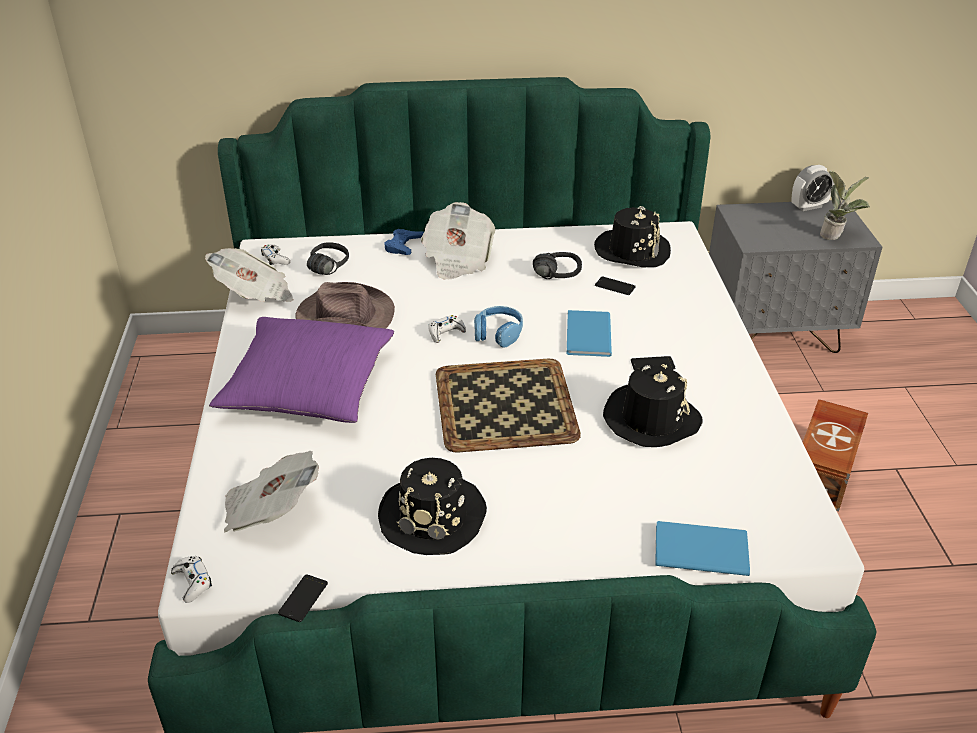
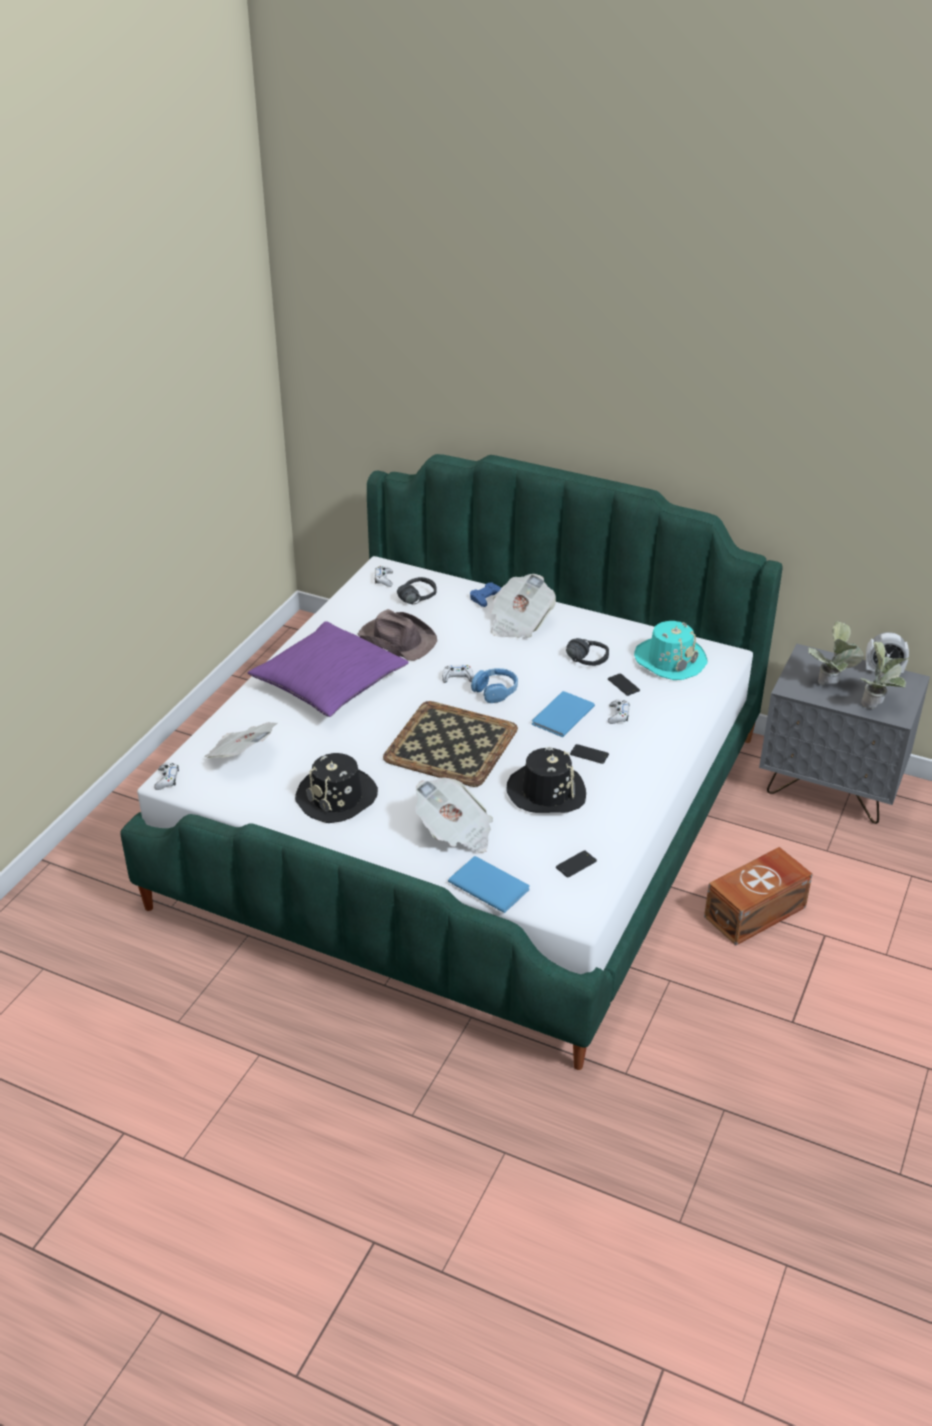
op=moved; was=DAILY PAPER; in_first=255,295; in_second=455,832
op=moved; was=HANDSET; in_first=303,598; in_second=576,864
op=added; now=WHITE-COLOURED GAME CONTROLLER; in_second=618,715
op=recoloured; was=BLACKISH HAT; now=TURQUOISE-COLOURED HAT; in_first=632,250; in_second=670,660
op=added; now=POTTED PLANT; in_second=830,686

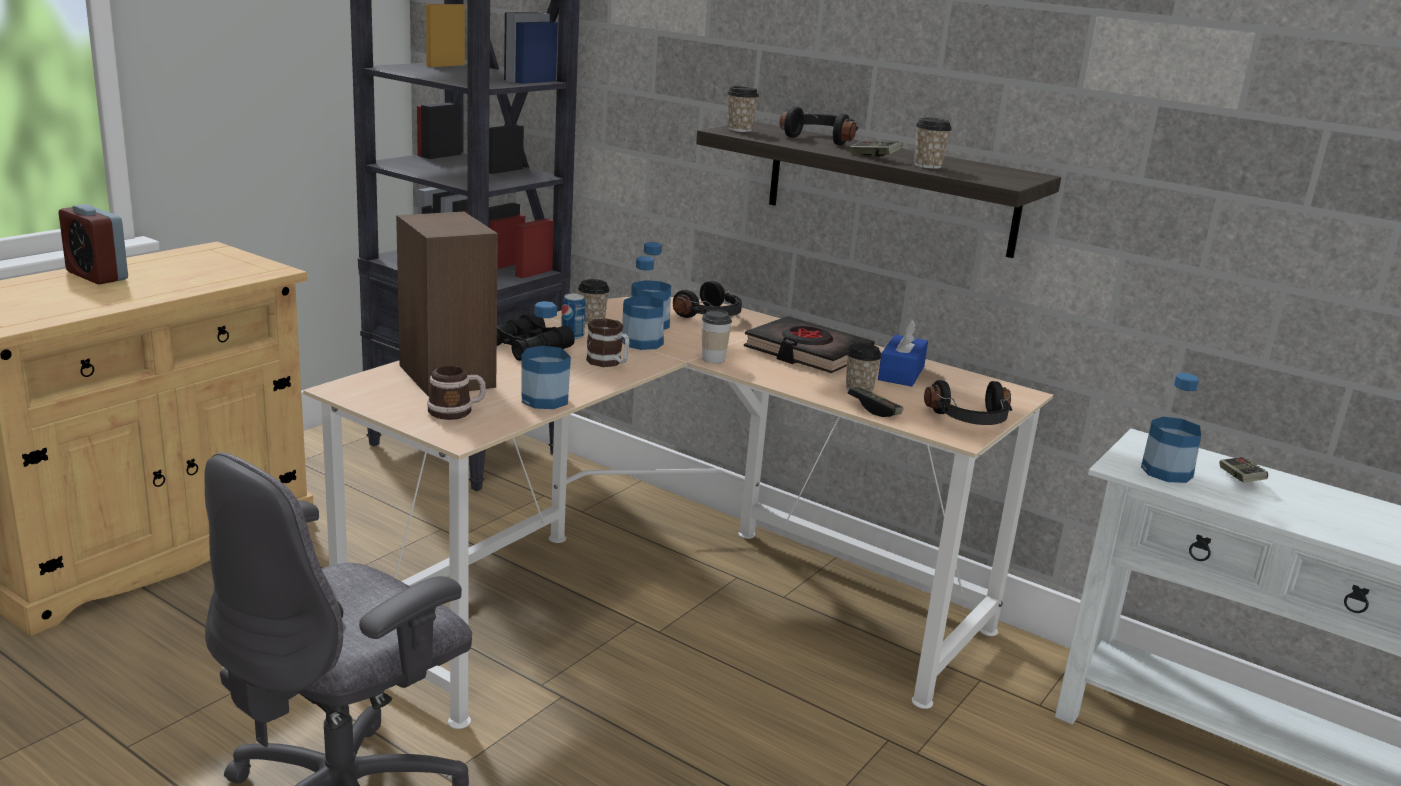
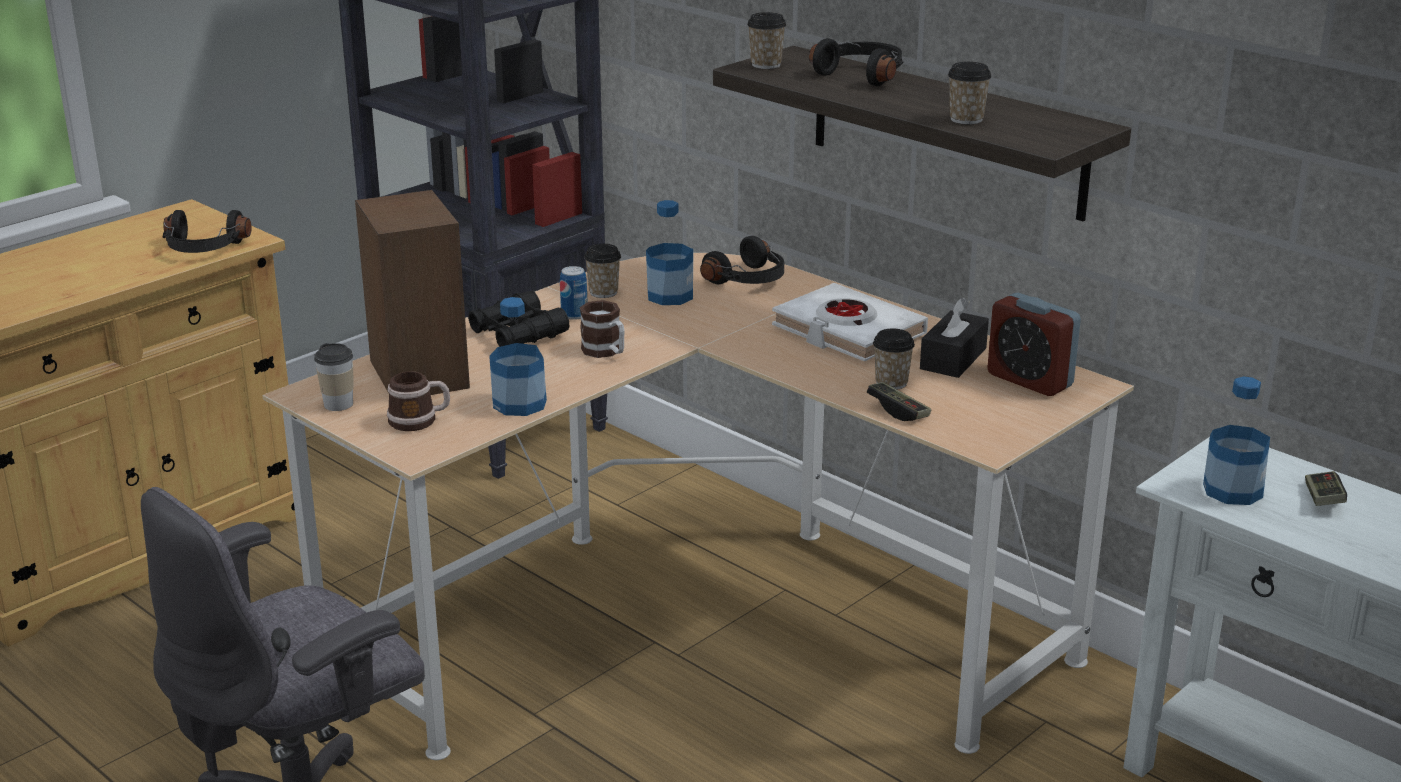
op=moved; was=BLACKISH HEADSET; in_first=971,420; in_second=204,249
op=moved; was=CUP; in_first=713,359; in_second=338,404
op=recoloured; was=BLACKISH VOLUME; now=WHITE-COLOURED VOLUME; in_first=807,353; in_second=848,331
op=recoloured; was=BLUE TISSUE BOX; now=BLACKISH TISSUE BOX; in_first=901,373; in_second=953,359
op=moved; was=ALARM CLOCK; in_first=97,276; in_second=1029,380
op=removed; was=BEVERAGE BOTTLE; in_first=642,342
op=removed; was=GAME CONTROLLER; in_first=874,157

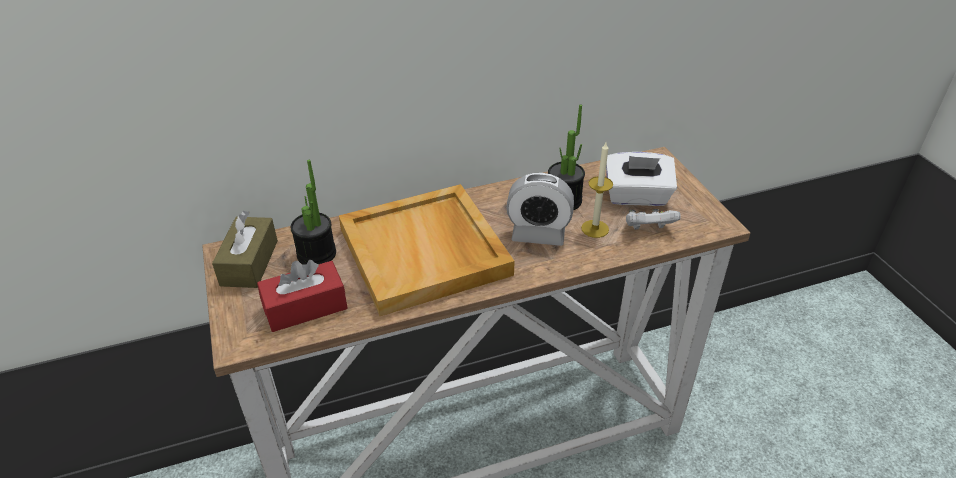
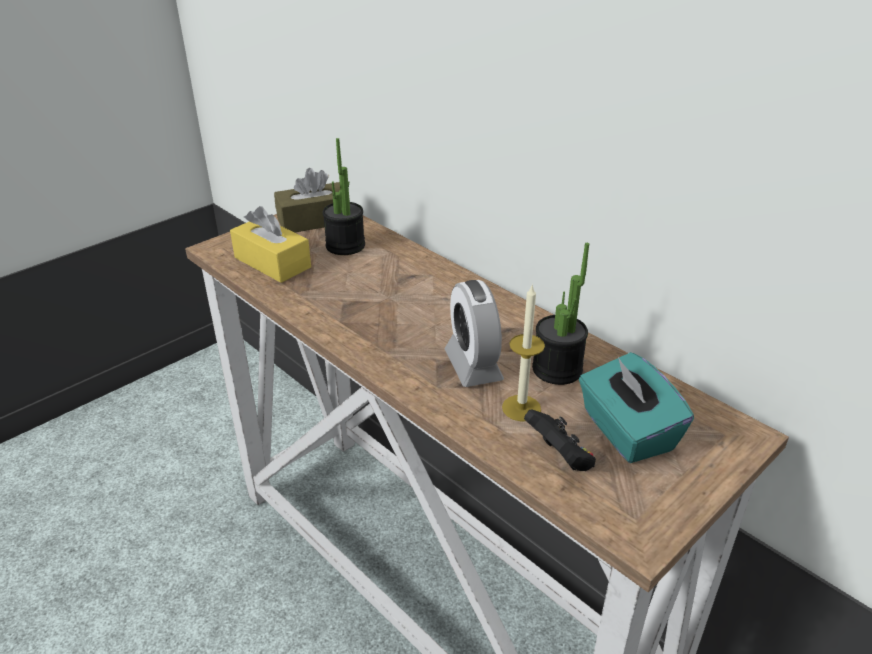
op=recoloured; was=REDDISH TISSUE BOX; now=YELLOW TISSUE BOX; in_first=305,307; in_second=272,262
op=recoloured; was=WHITE-COLOURED GAME CONTROLLER; now=BLACKISH GAME CONTROLLER; in_first=648,229; in_second=560,458
op=recoloured; was=WHITE-COLOURED TISSUE BOX; now=TURQUOISE-COLOURED TISSUE BOX; in_first=636,196; in_second=626,431
op=removed; was=BEIGE TRAY; in_first=426,252

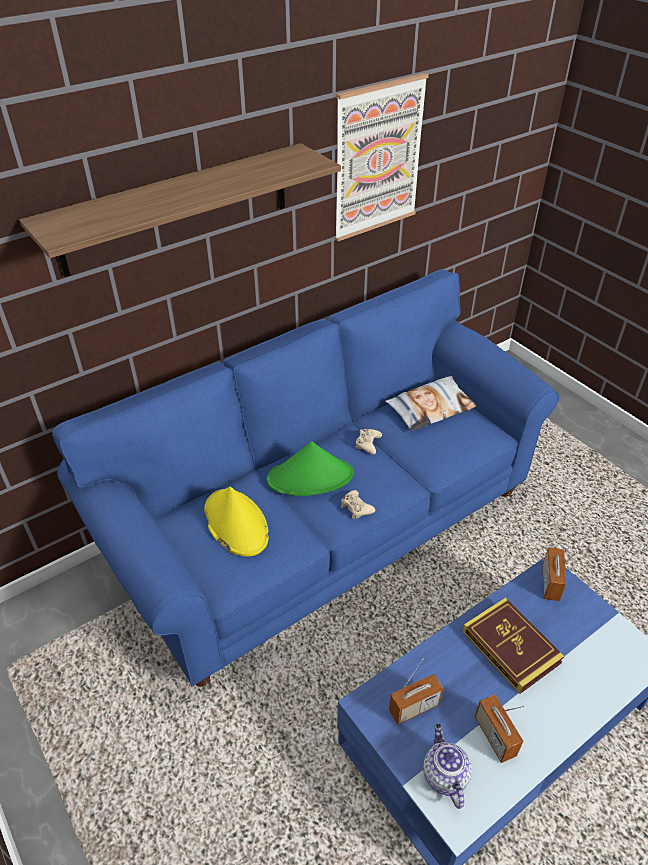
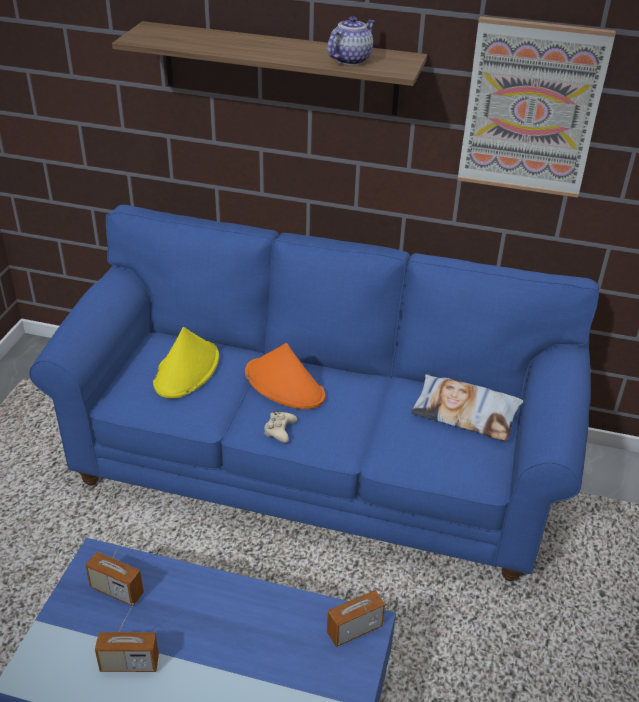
op=turned; was=RADIO SET; in_first=494,736; in_second=129,664; clockwise=-120
op=recoloured; was=GREENISH HAT; now=ORANGEY HAT; in_first=310,477; in_second=285,385
op=moved; was=POT FOR TEA; in_first=444,774; in_second=350,60
op=removed; was=BEIGE GAME CONTROLLER; in_first=367,444
op=removed; was=VOLUME; in_first=510,647

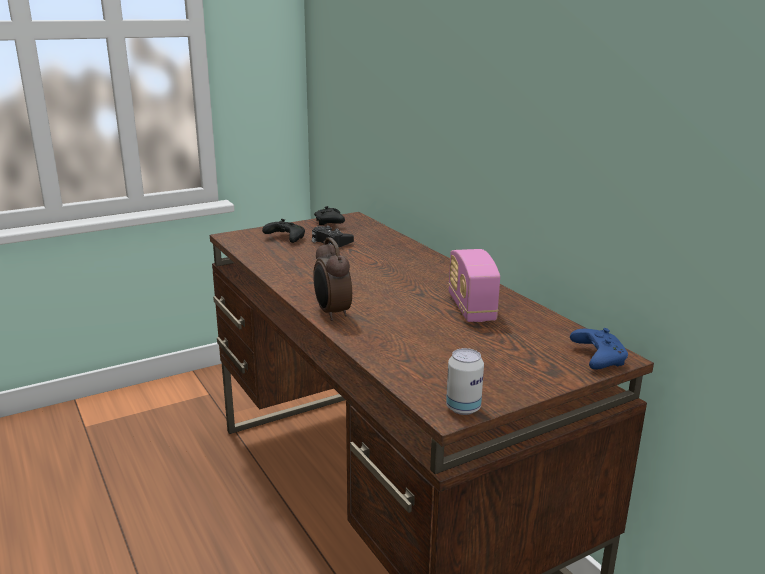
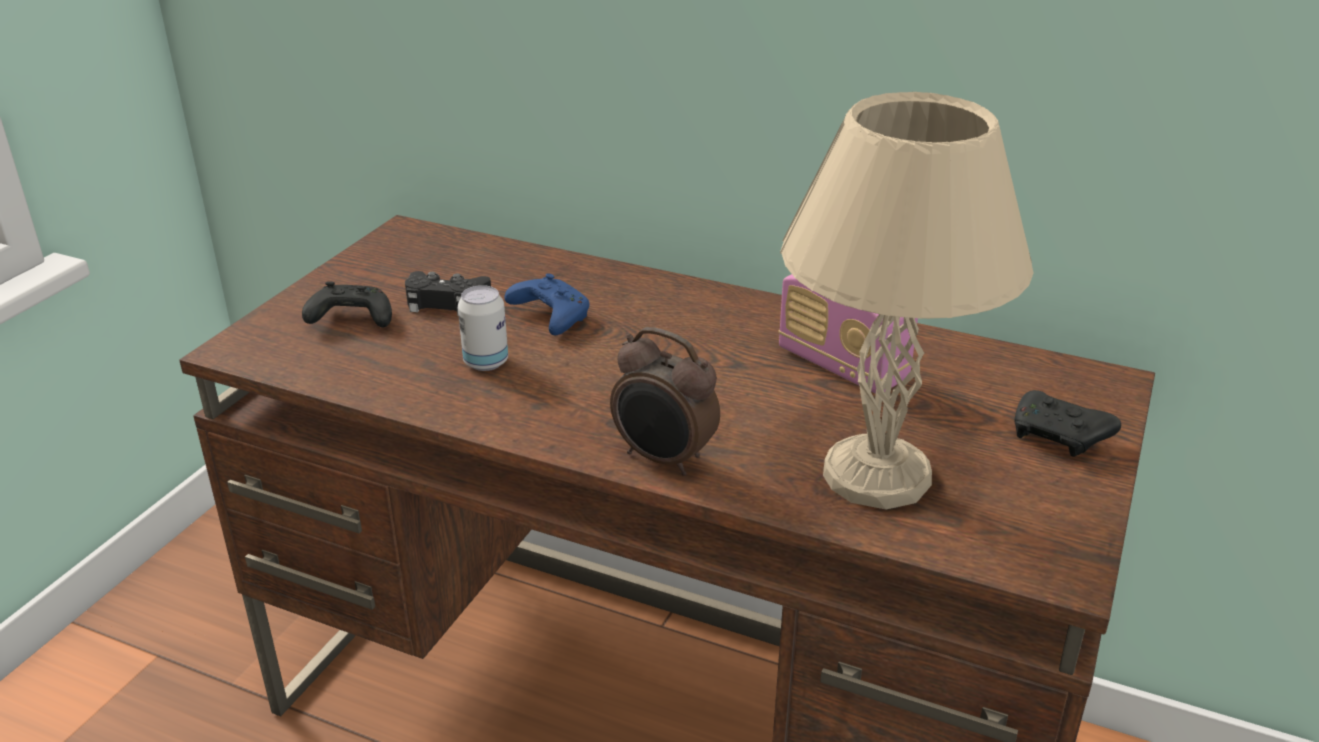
op=moved; was=SEALED CAN; in_first=463,408; in_second=486,362
op=moved; was=BLUE GAME CONTROLLER; in_first=597,357; in_second=549,316
op=added; now=BEIGE TABLETOP LAMP; in_second=879,473
op=moved; was=BLACKISH GAME CONTROLLER; in_first=329,223; in_second=1060,437

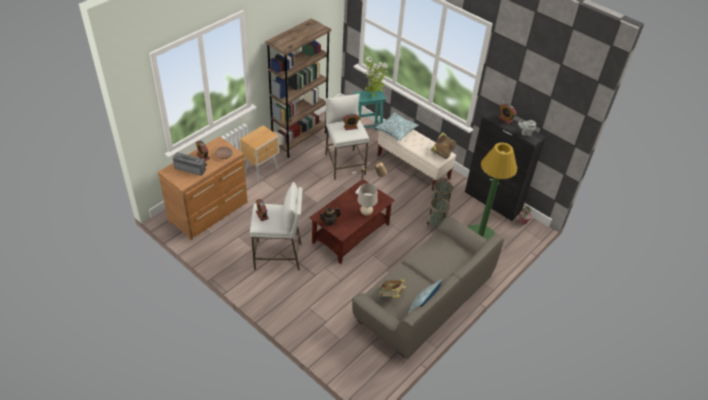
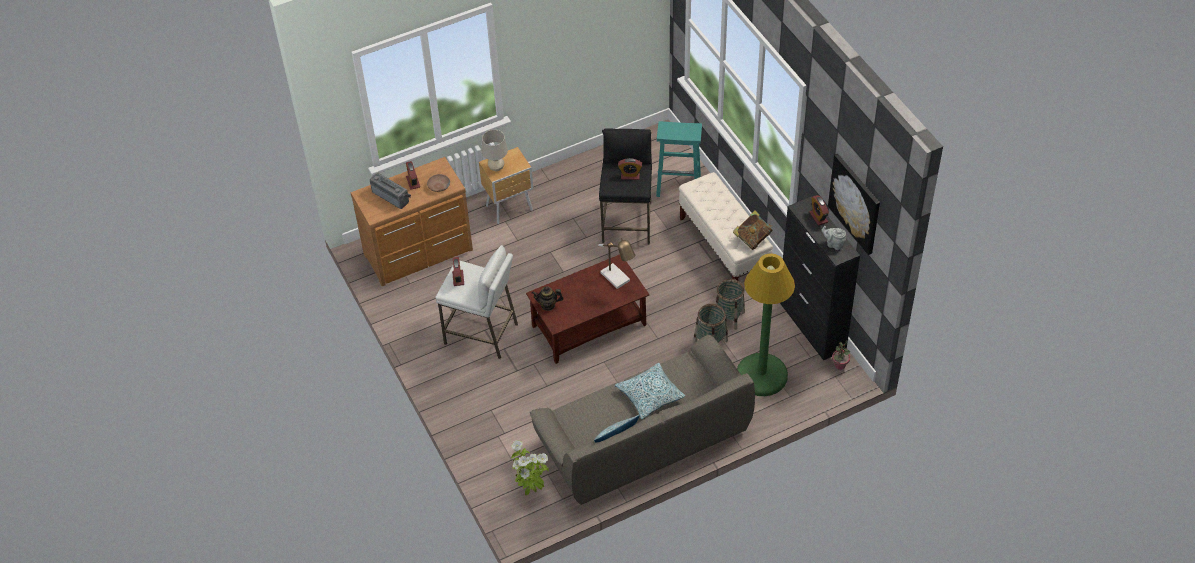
op=moved; was=BEIGE TABLETOP LAMP; in_first=366,213; in_second=496,168
op=moved; was=POTTED PLANT; in_first=373,96; in_second=531,490
op=recoloured; was=WHITE-COLOURED STOOL; now=BLACKISH STOOL; in_first=344,164; in_second=627,222
op=moved; was=PILLOW; in_first=396,130; in_second=650,395
op=added; now=WALL ART; in_second=855,203
op=removed; was=BROWN BOOKSHELF; in_first=299,139
op=removed; was=VOLUME; in_first=390,295

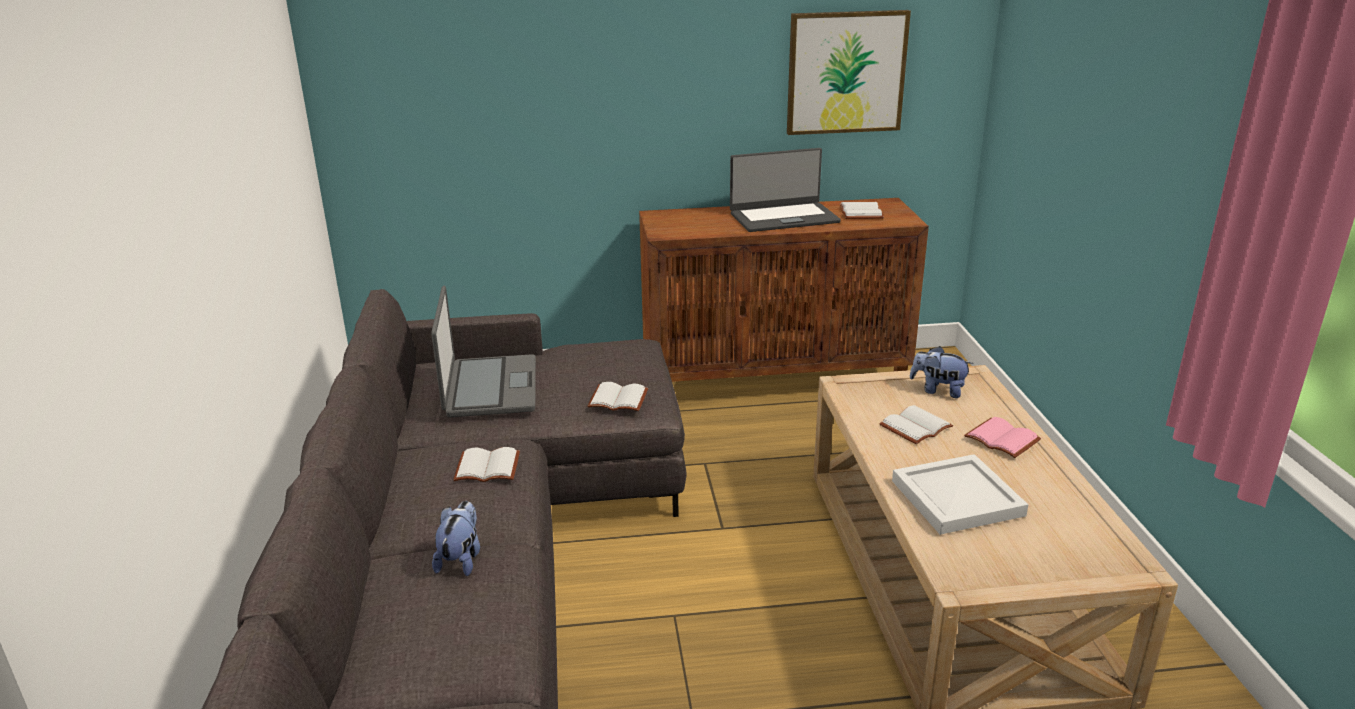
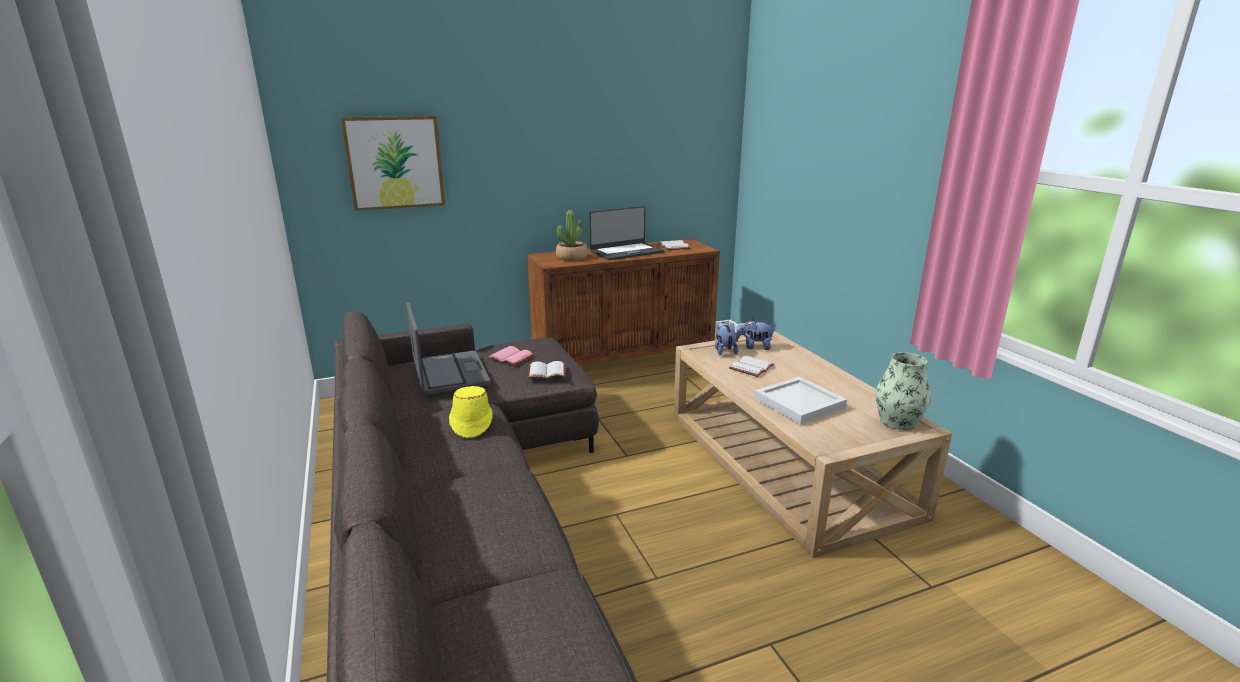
op=moved; was=WALL ART; in_first=846,72; in_second=395,162
op=replaced; was=WHITE-COLOURED VOLUME; now=YELLOW HAT; in_first=486,468; in_second=471,423
op=moved; was=PINK VOLUME; in_first=1004,439; in_second=512,357
op=added; now=POTTED PLANT; in_second=571,257
op=moved; was=PLUSH TOY; in_first=461,559; in_second=724,351
op=added; now=DECORATIVE VASE; in_second=898,421

